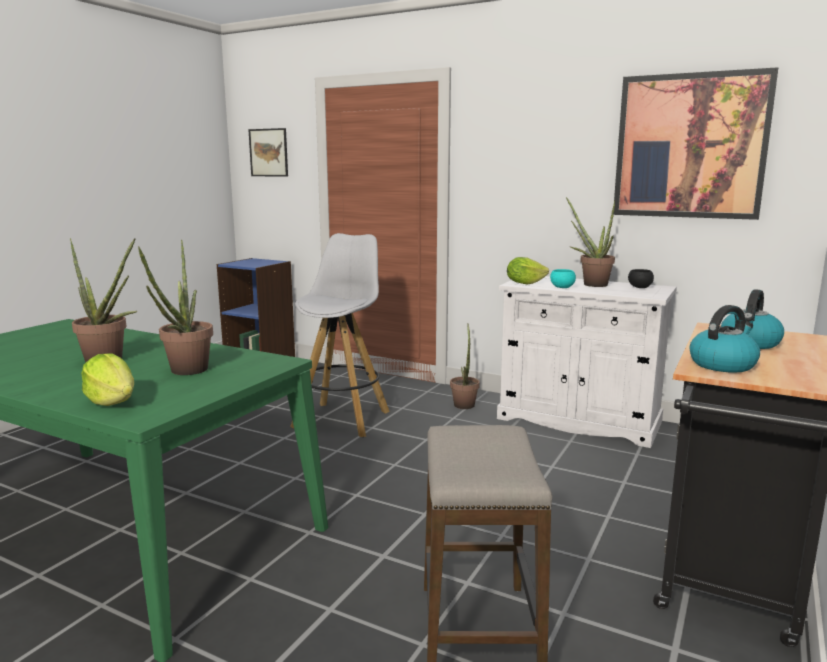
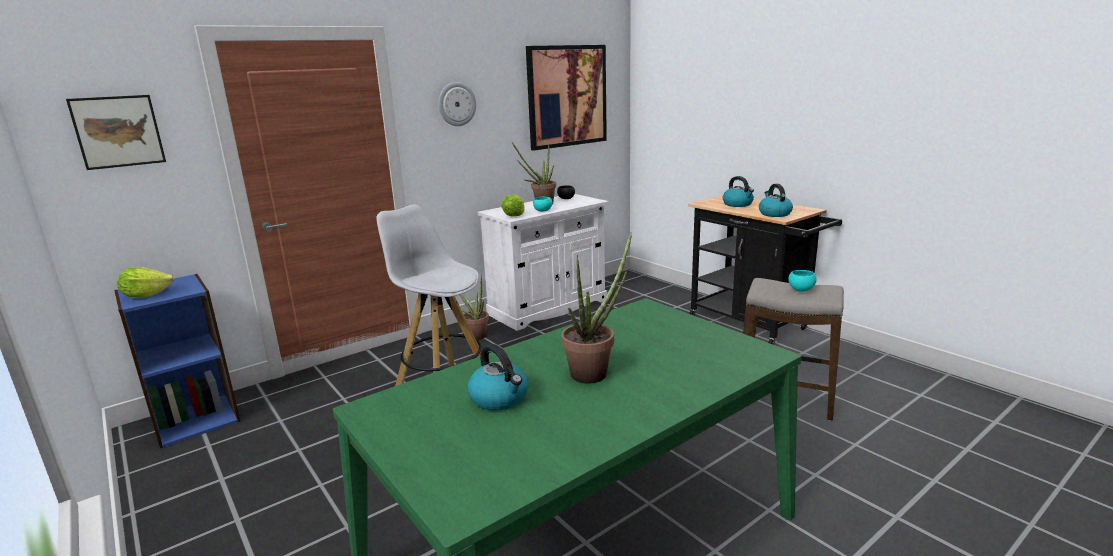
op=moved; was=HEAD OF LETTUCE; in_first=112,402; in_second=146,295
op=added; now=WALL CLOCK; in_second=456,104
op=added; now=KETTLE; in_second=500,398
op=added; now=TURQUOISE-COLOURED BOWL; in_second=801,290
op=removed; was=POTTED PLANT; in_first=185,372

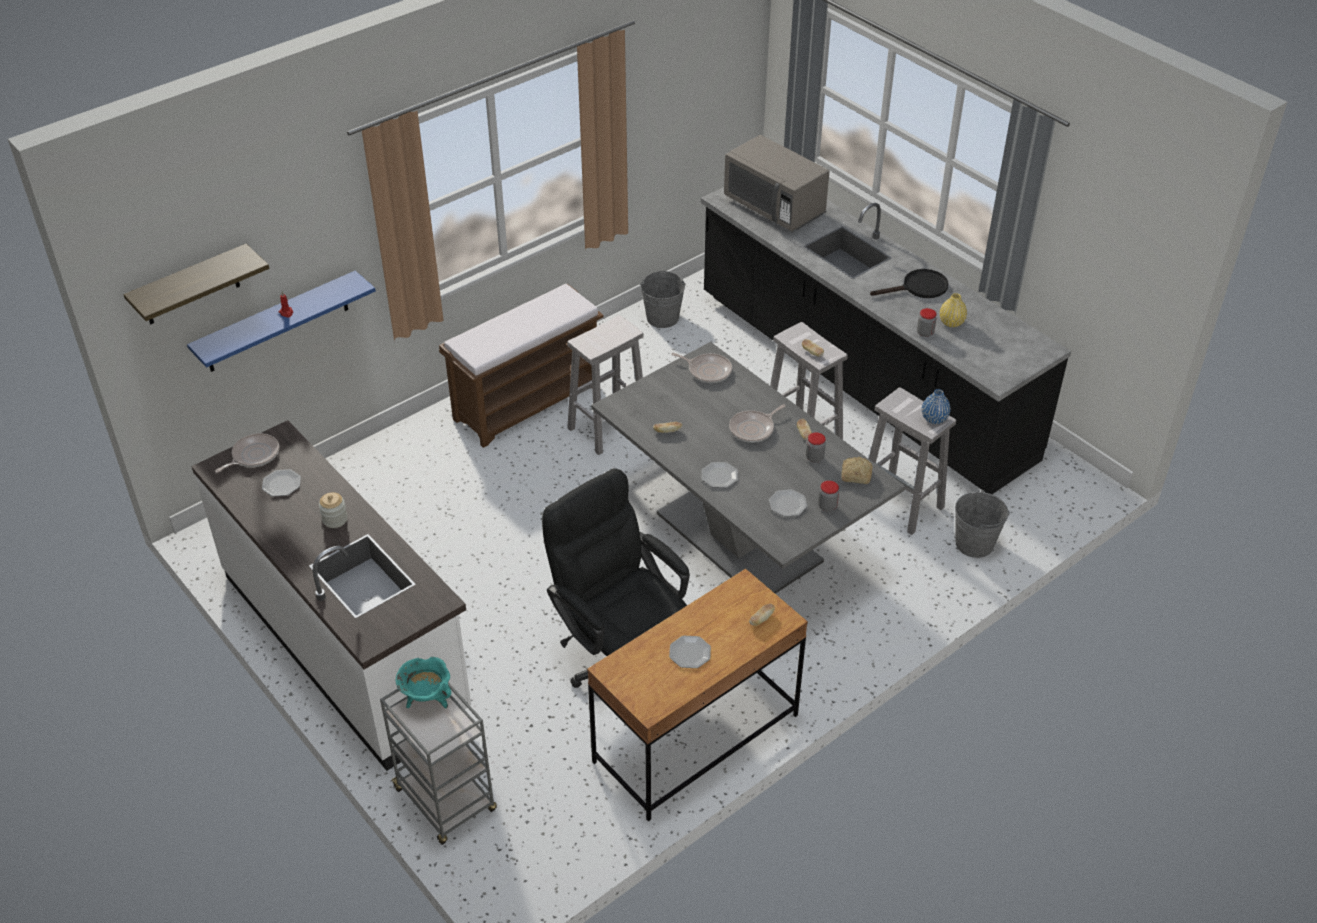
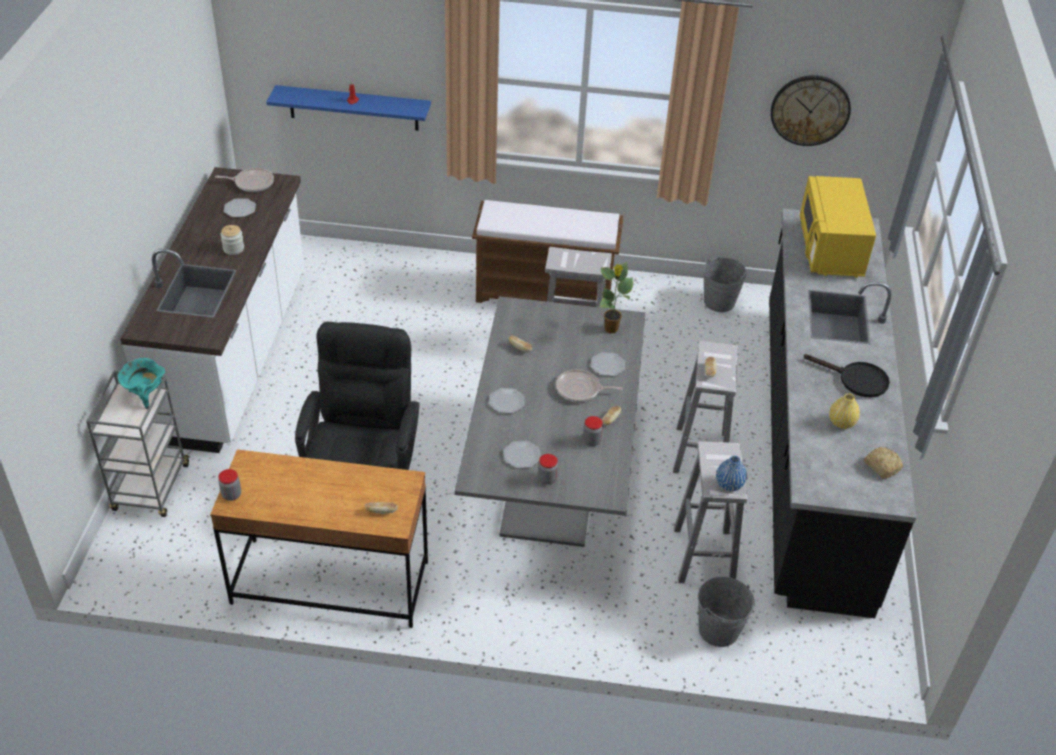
op=moved; was=STORAGE JAR; in_first=925,332; in_second=231,495
op=moved; was=DINNER PLATE; in_first=689,653; in_second=607,365
op=replaced; was=SKILLET; now=POTTED PLANT; in_first=707,370; in_second=611,329
op=added; now=WALL CLOCK; in_second=810,110
op=recoloured; was=GREY KITCHEN MICROWAVE; now=YELLOW KITCHEN MICROWAVE; in_first=774,207; in_second=830,249
op=moved; was=BAKERY BREAD; in_first=855,475; in_second=882,466
op=removed; was=WALL SHELF; in_first=190,286

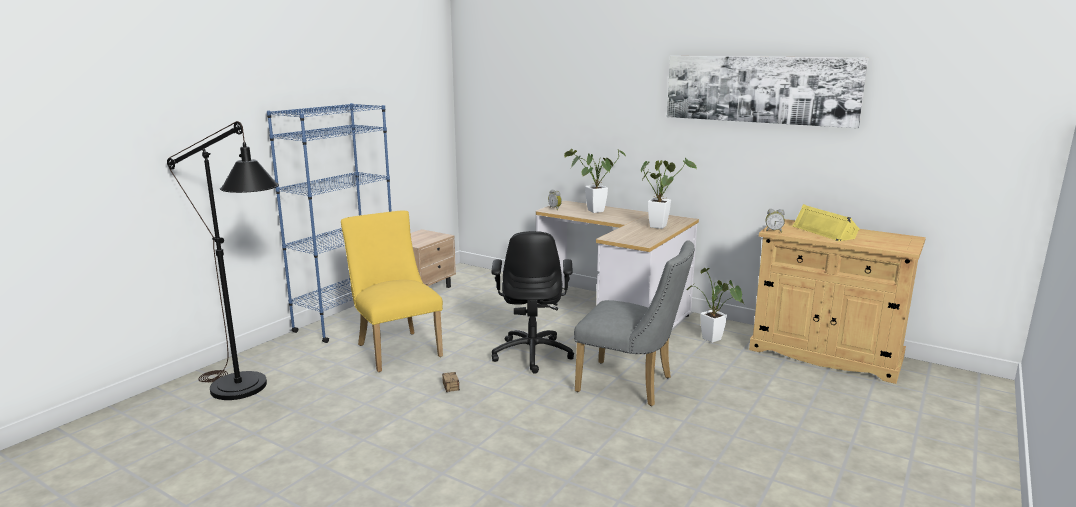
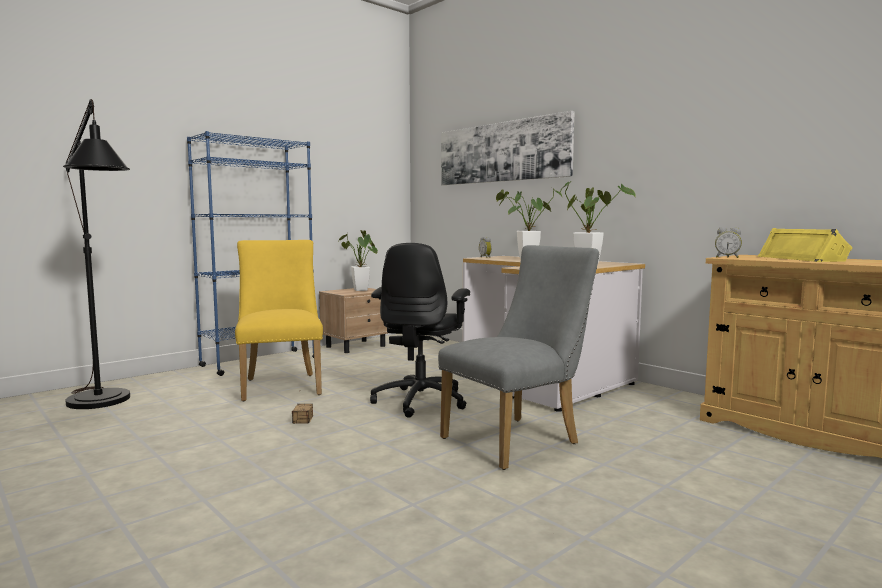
op=moved; was=POTTED PLANT; in_first=714,340; in_second=361,290
op=turned; was=GREY PLAIN CHAIR; in_first=631,385; in_second=518,439; clockwise=-75
op=moved; was=WALL ART; in_first=760,89; in_second=502,152

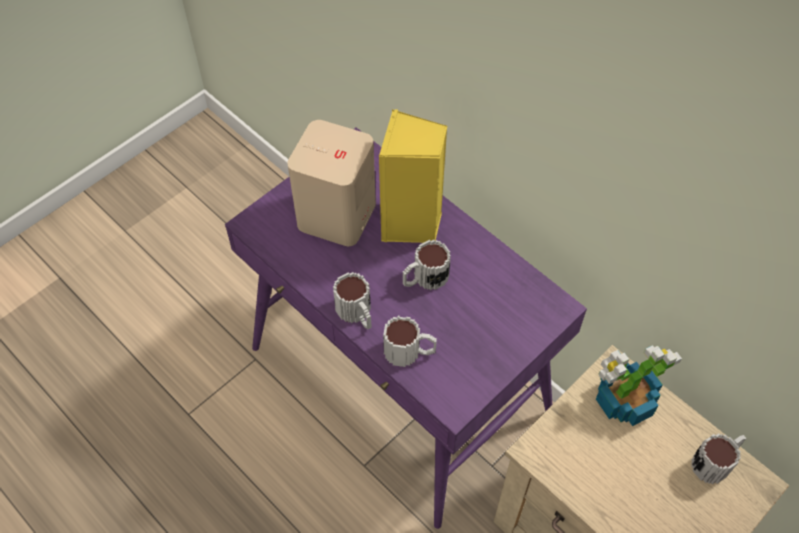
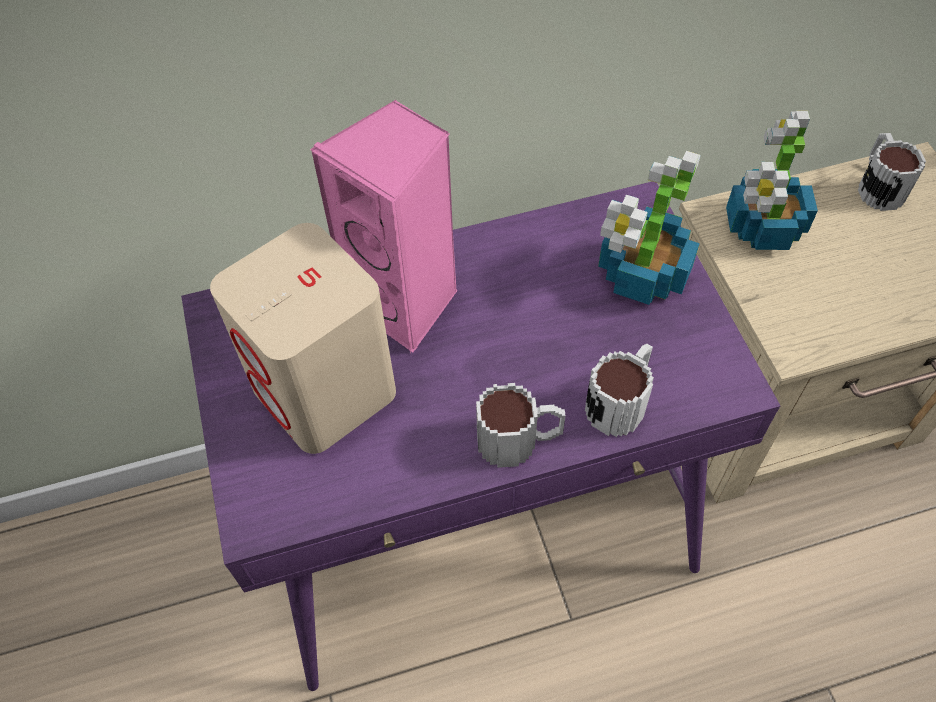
op=recoloured; was=YELLOW LOUDSPEAKER; now=PINK LOUDSPEAKER; in_first=411,224; in_second=407,303
op=added; now=POTTED PLANT; in_second=641,274
op=removed; was=TEA MUG; in_first=424,278

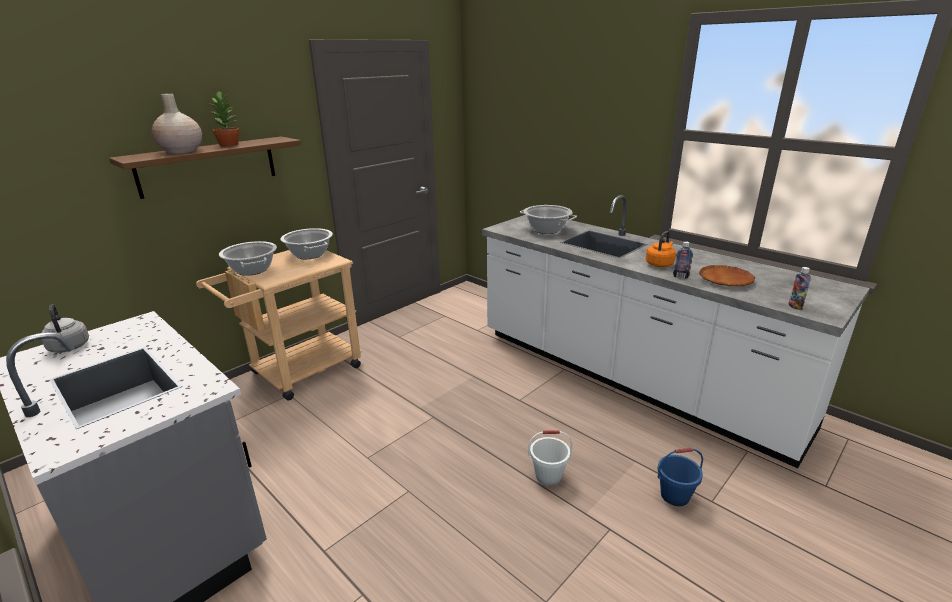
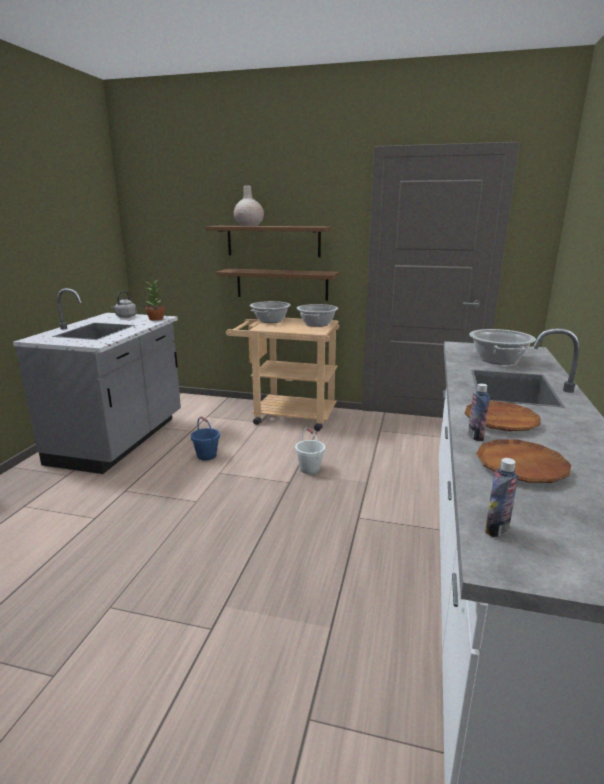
op=moved; was=POTTED PLANT; in_first=229,144; in_second=156,319
op=moved; was=BLUE BUCKET; in_first=674,496; in_second=206,455
op=added; now=BROWN WALL SHELF; in_second=282,284
op=moved; was=WHITE-COLOURED BUCKET; in_first=548,475; in_second=310,469
op=replaced; was=ORANGEY KETTLE; now=BROWN DINNER PLATE; in_first=660,264; in_second=501,421

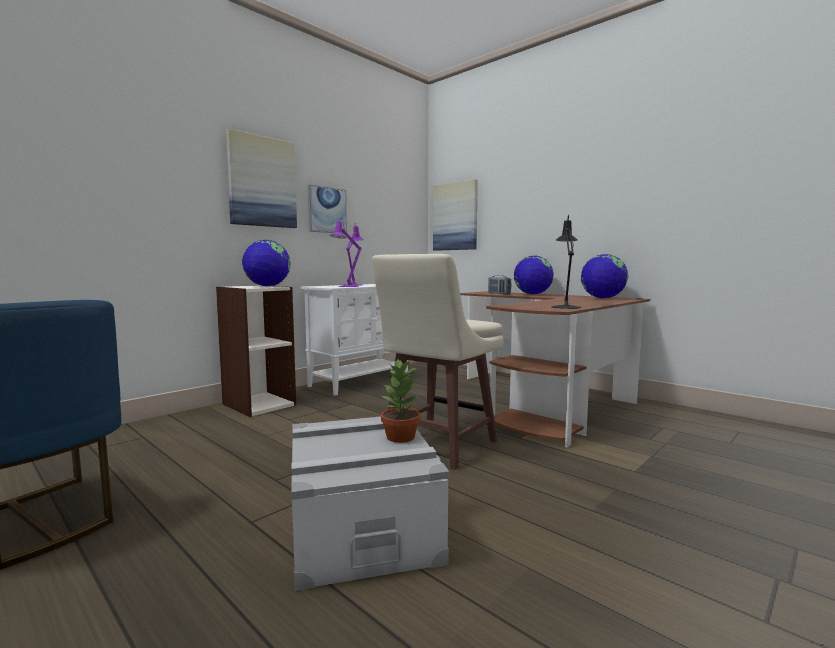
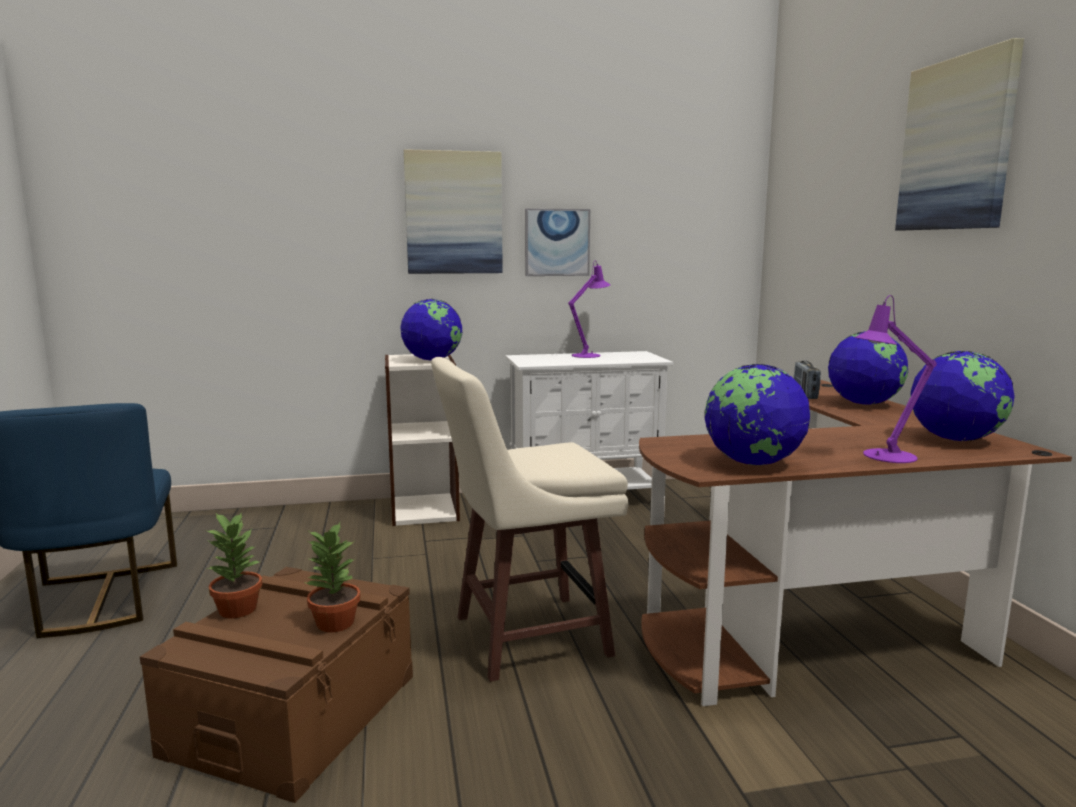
op=recoloured; was=GREY STORAGE BIN; now=BROWN STORAGE BIN; in_first=361,525; in_second=293,713
op=added; now=POTTED PLANT; in_second=238,609
op=replaced; was=BLACKISH TABLETOP LAMP; now=GLOBE; in_first=565,307; in_second=752,463
op=moved; was=PURPLISH TABLETOP LAMP; in_first=346,286; in_second=883,456
op=moved; was=WALL ART; in_first=455,216; in_second=957,145

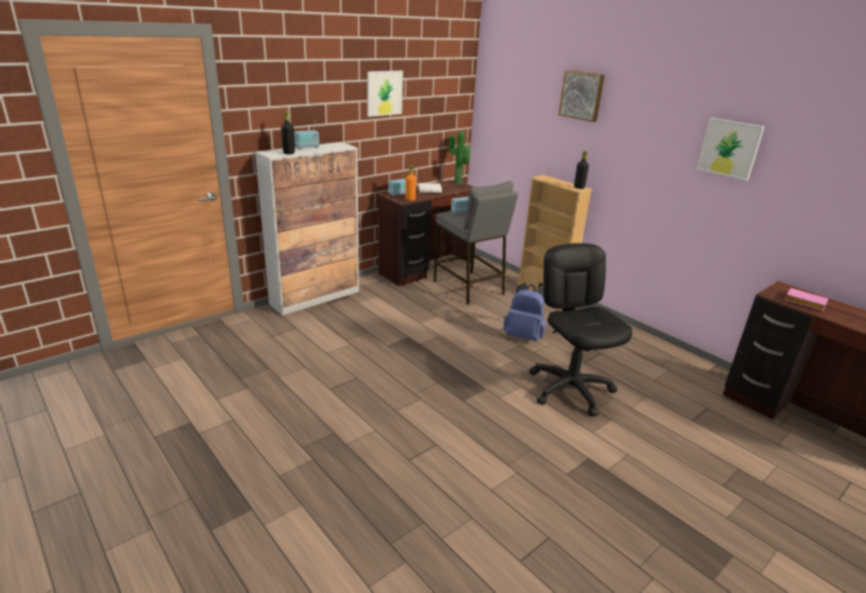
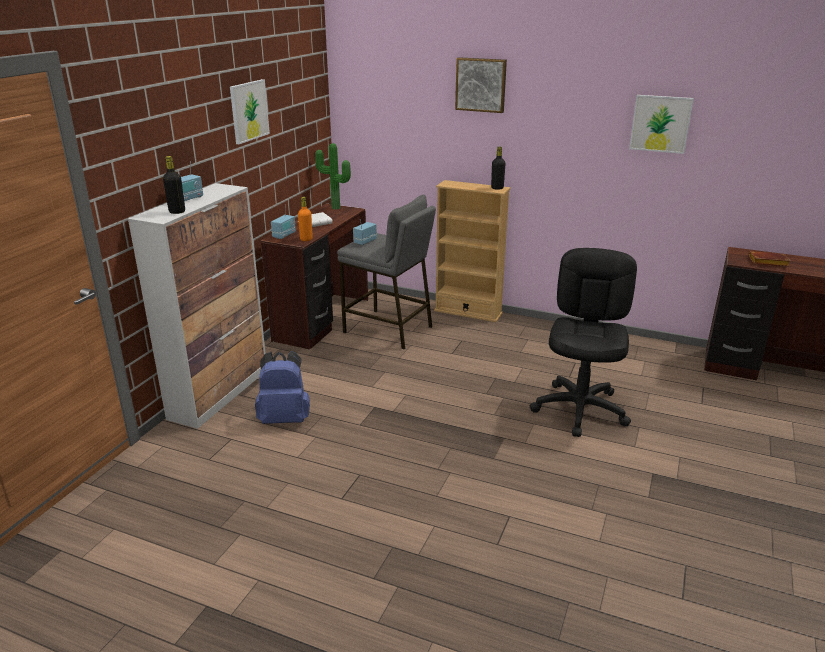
op=moved; was=BLUE KNAPSACK; in_first=524,336; in_second=285,418
op=turned; was=BLACKISH DESK CHAIR; in_first=570,389; in_second=580,409; clockwise=60
op=recoloured; was=PINK VOLUME; now=BROWN VOLUME; in_first=803,302; in_second=767,262

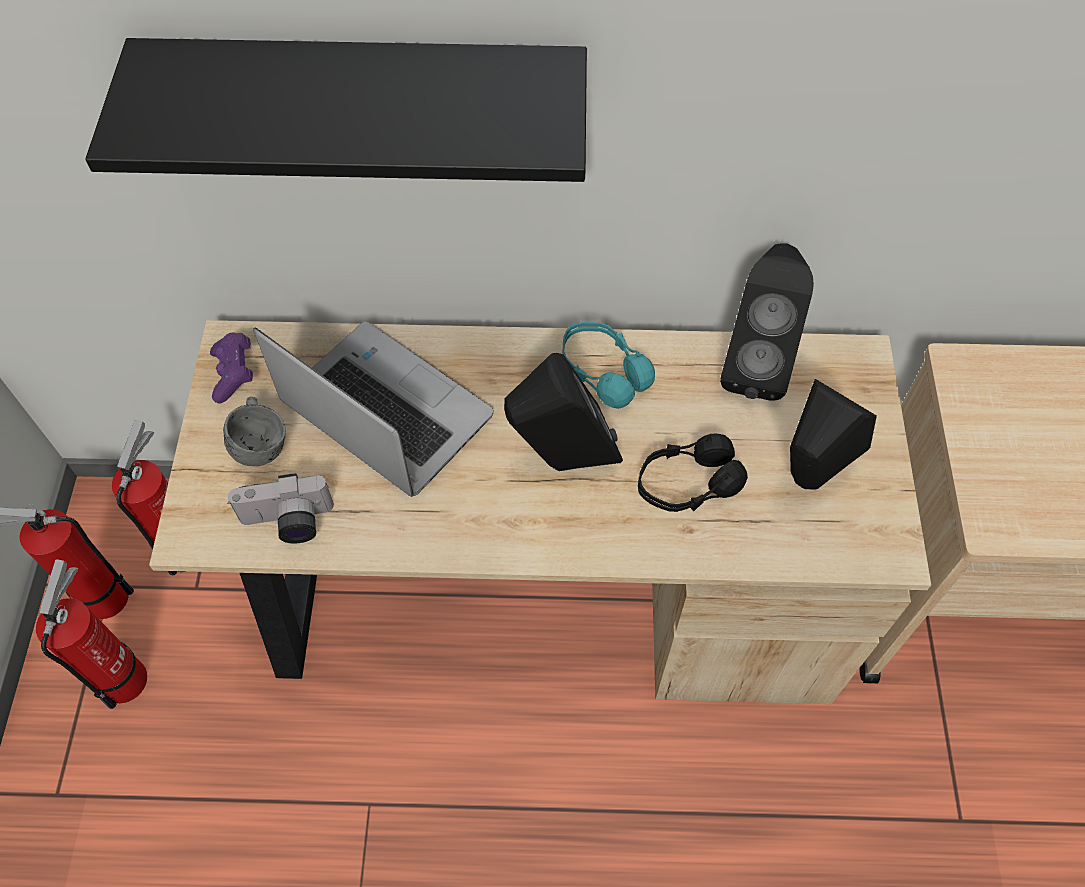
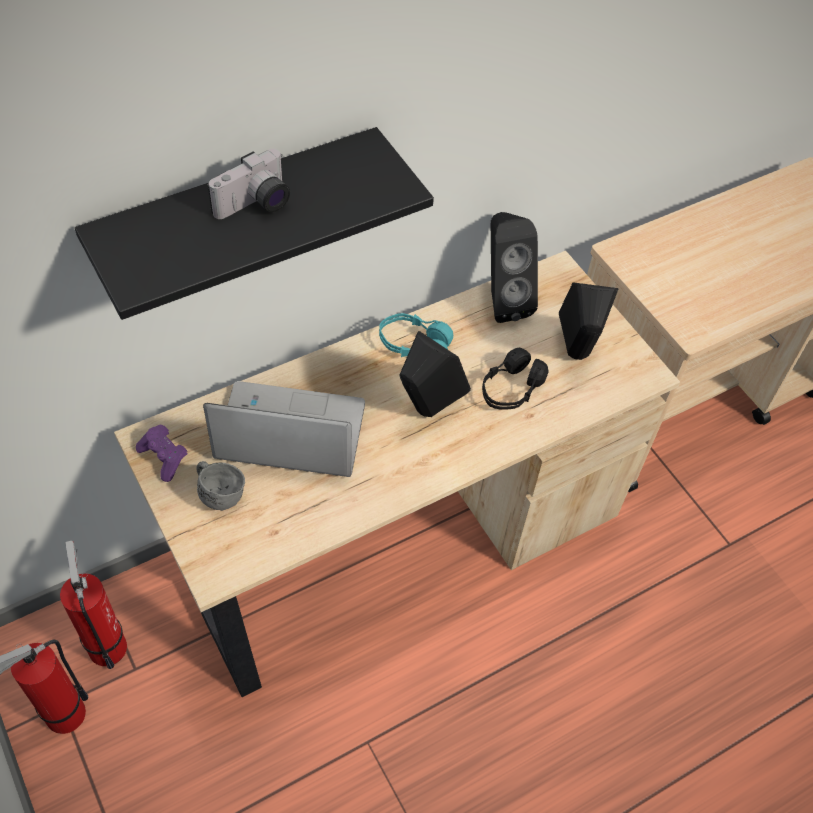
op=moved; was=STILL CAMERA; in_first=287,523; in_second=255,205
op=removed; was=EXTINGUISHER; in_first=126,674

